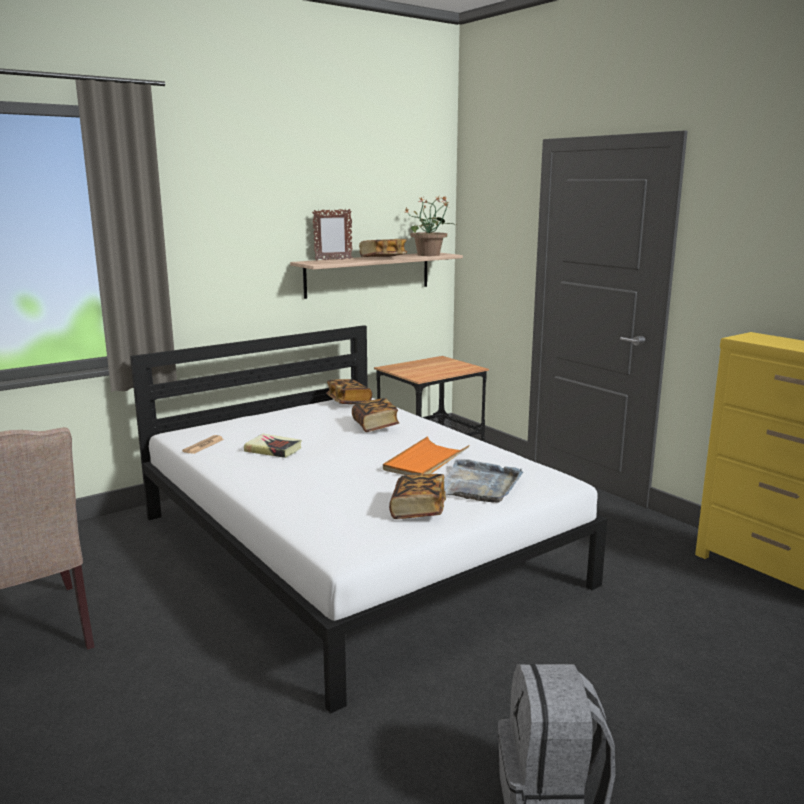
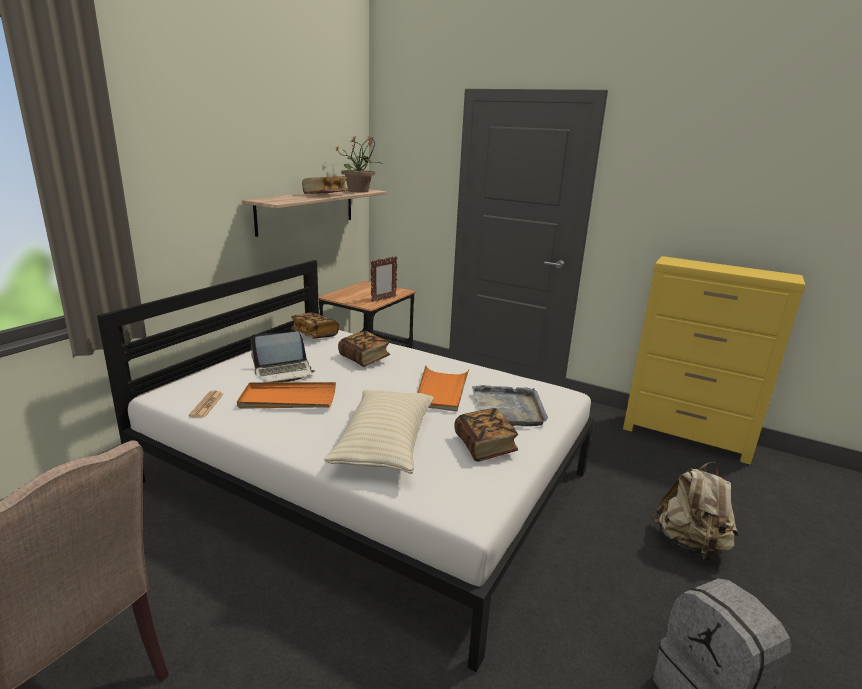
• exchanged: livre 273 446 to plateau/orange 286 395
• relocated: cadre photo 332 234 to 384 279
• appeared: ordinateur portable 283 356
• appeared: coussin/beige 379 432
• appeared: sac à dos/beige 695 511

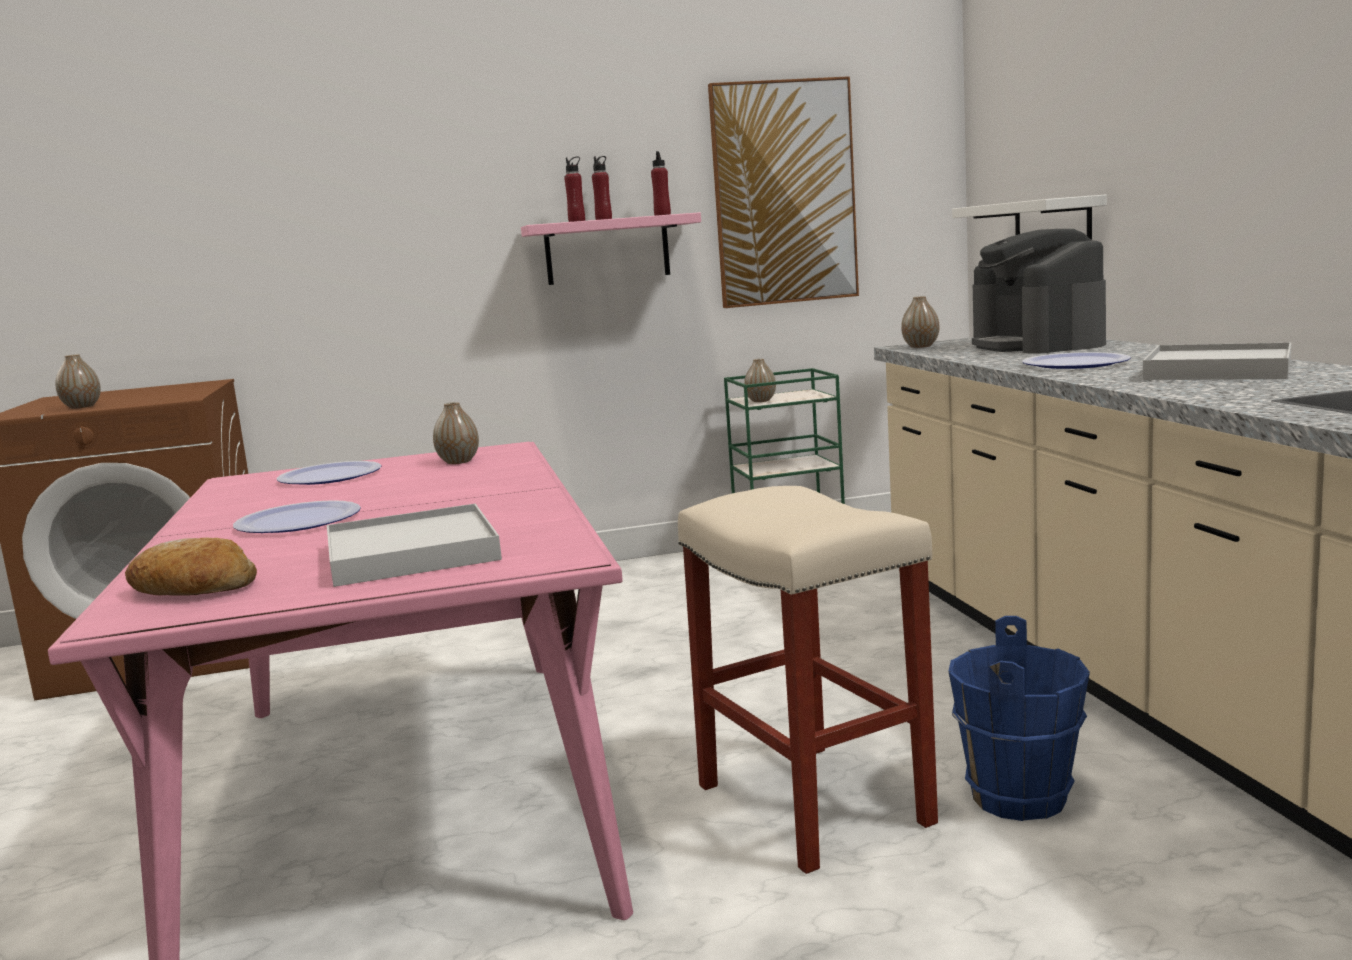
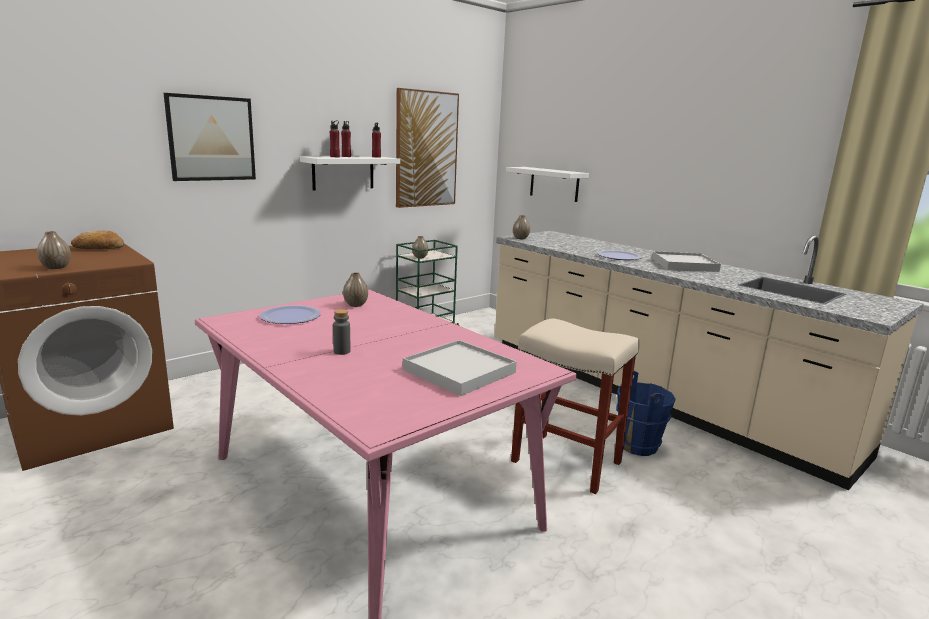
• relocated: pain 191 566 to 97 239
• exchanged: assiette 297 516 to bouteille/gris 341 332
• colour: étagère/rose 611 248 to étagère/blanc 350 173
• missing: machine à café 1039 291
• appeared: tableau 210 137

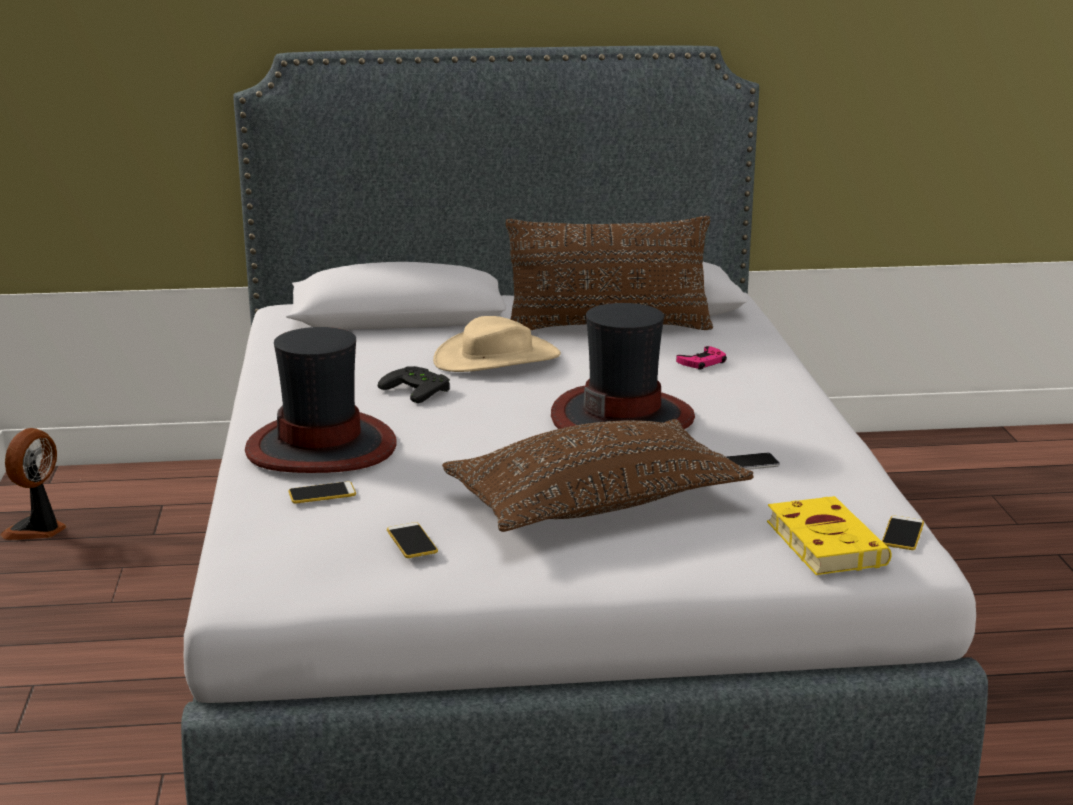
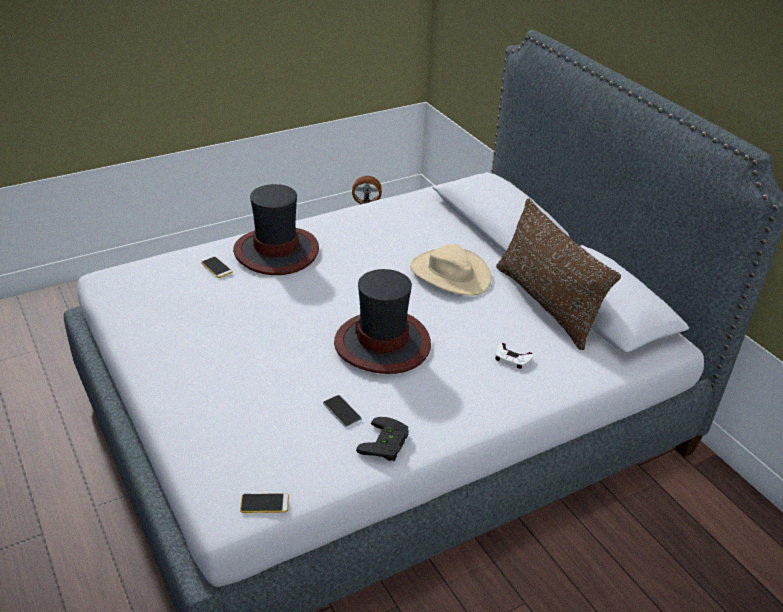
• relocated: manette/noir 414 384 to 382 439
• missing: téléphone 412 540
• missing: coussin/marron 598 475
• colour: manette/rose 701 357 to manette/blanc 514 356
• missing: livre/jaune 829 535

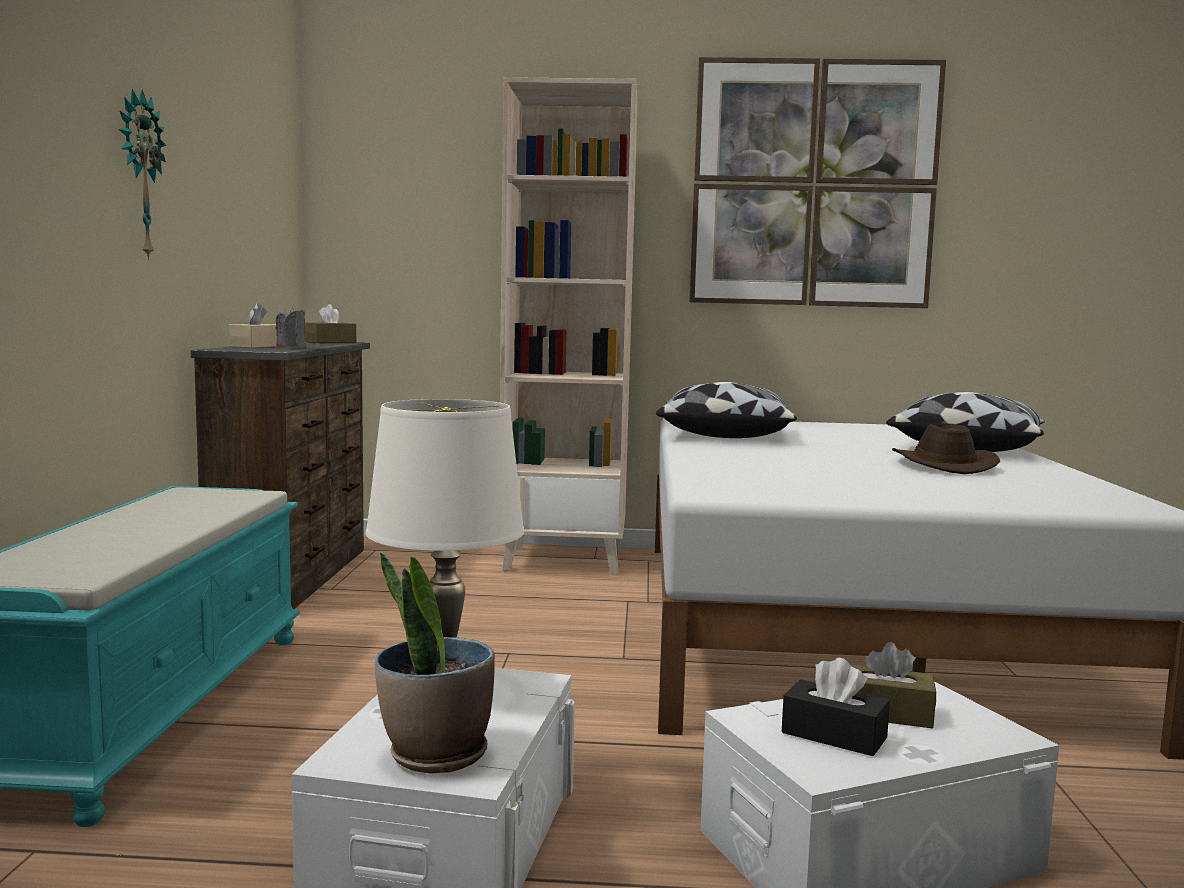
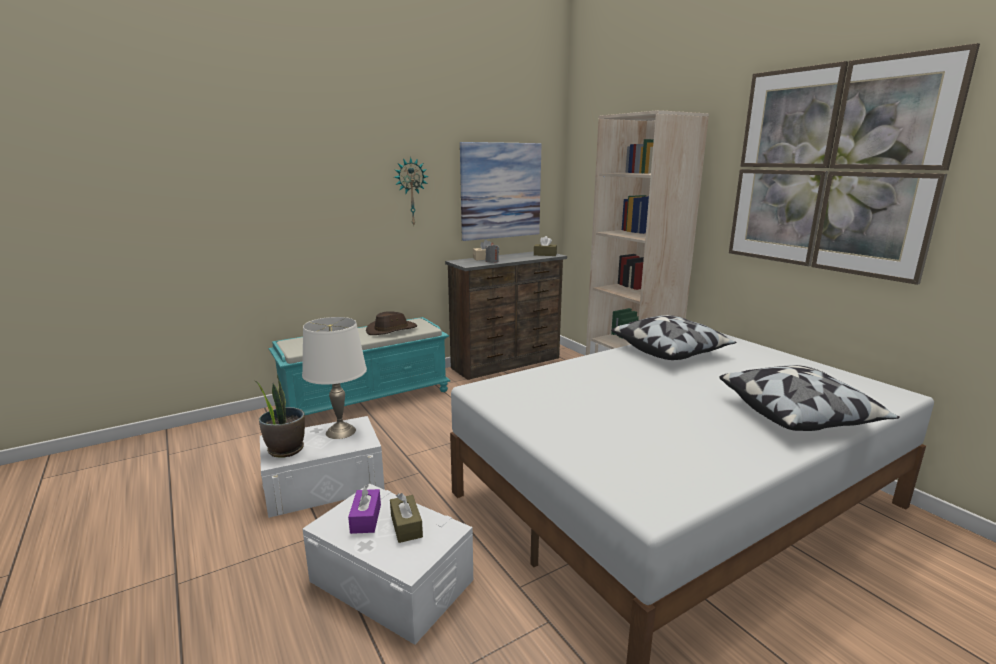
• colour: boîte à mouchoirs/noir 836 707 to boîte à mouchoirs/violet 364 509
• relocated: chapeau/marron 946 449 to 391 323
• appeared: tableau 500 191

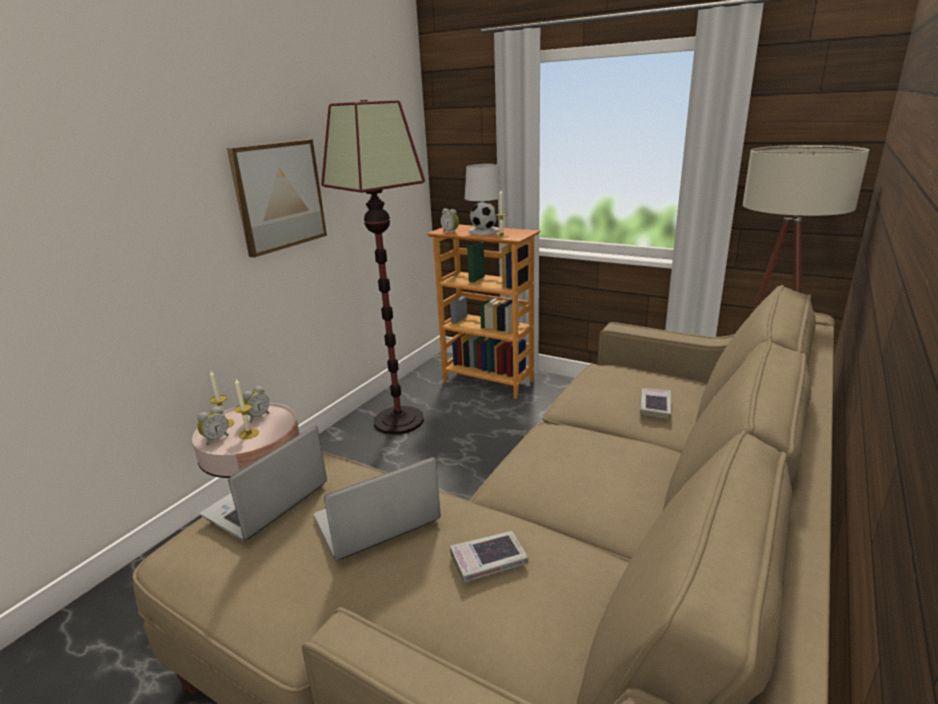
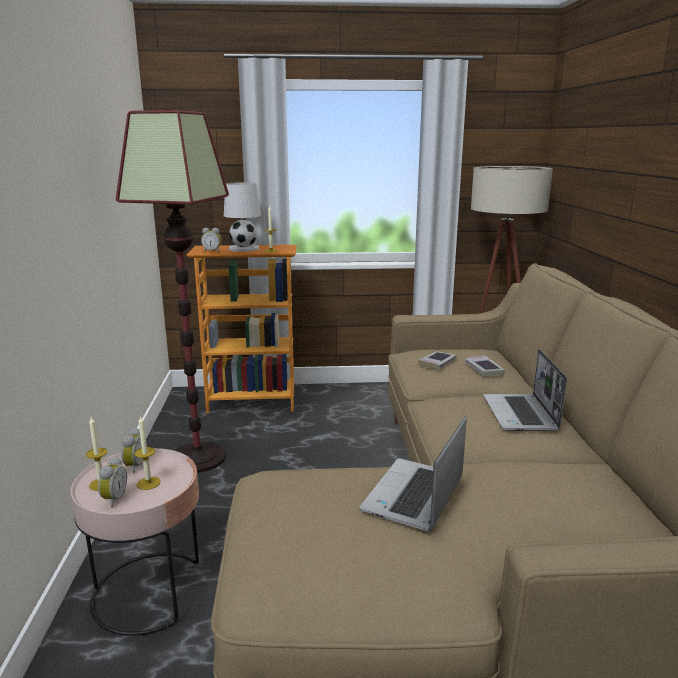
• relocated: ordinateur portable 263 483 to 525 390
• missing: tableau 277 198
• relocated: livre 489 556 to 437 360

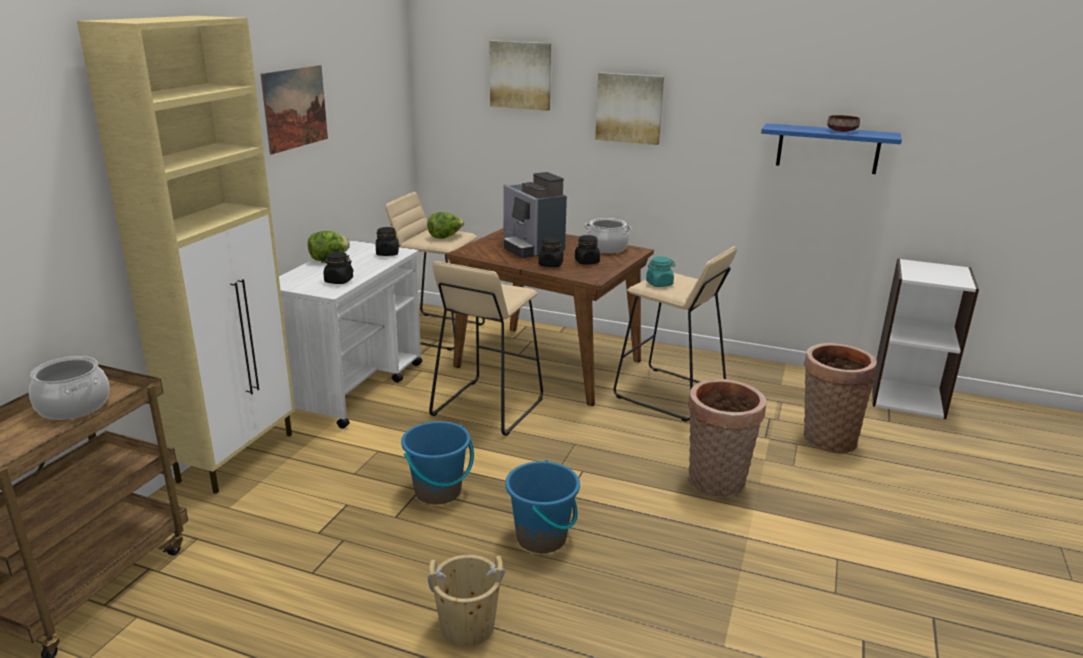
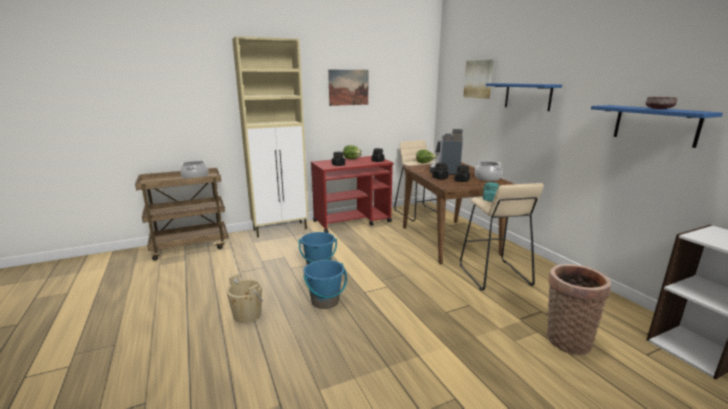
• colour: chariot/blanc 351 335 to chariot/rouge 352 194
• missing: tabouret/beige 486 348
• exchanged: tableau 629 108 to étagère/bleu 524 97
• missing: panier 727 438

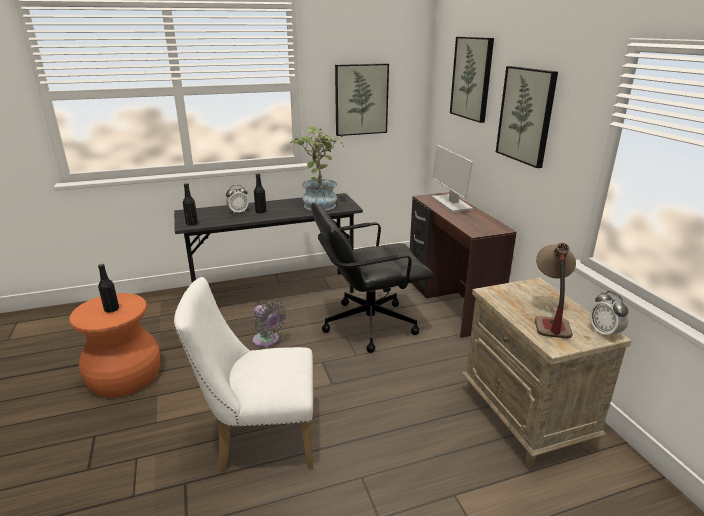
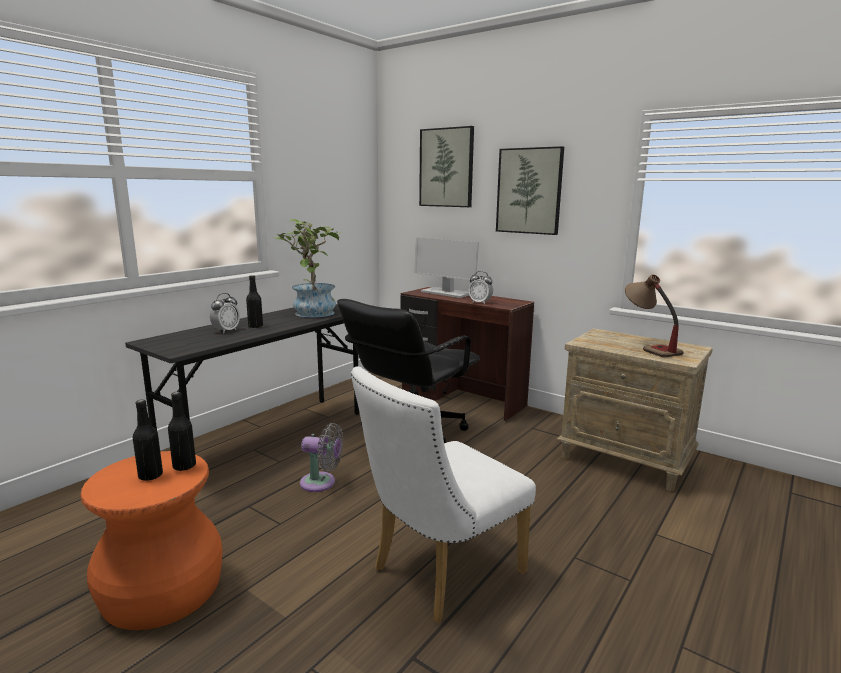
• relocated: bouteille/noir 190 204 to 182 431
• missing: tableau 362 99
• relocated: réveil 609 315 to 481 287

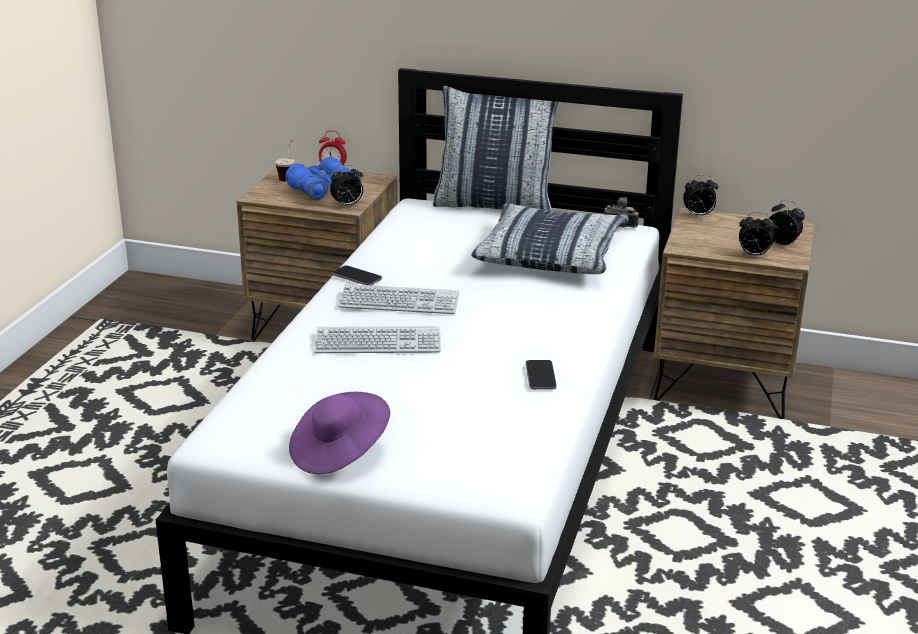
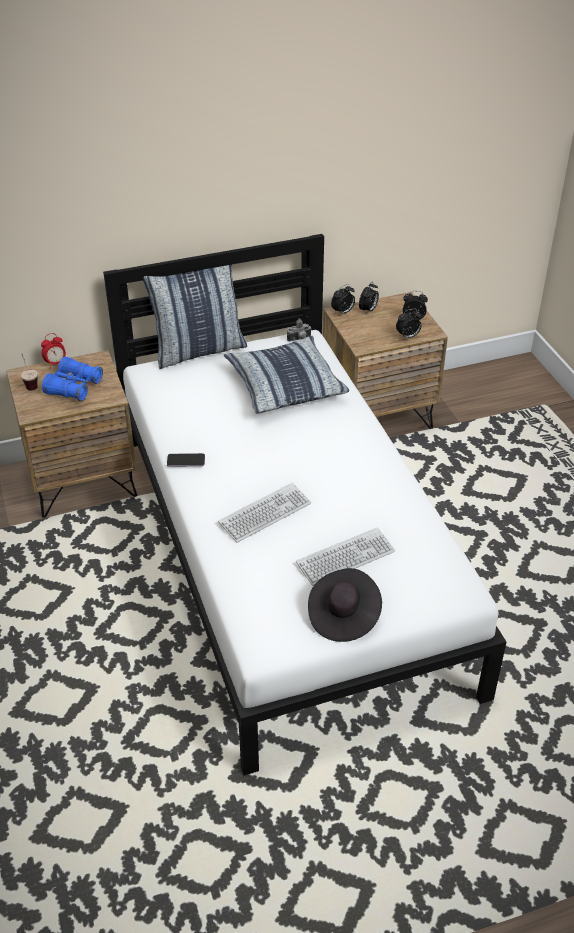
• colour: chapeau/violet 339 433 to chapeau/noir 345 605
• relocated: réveil 346 186 to 369 297
• relocated: clavier 399 299 to 345 556
• missing: téléphone 541 375

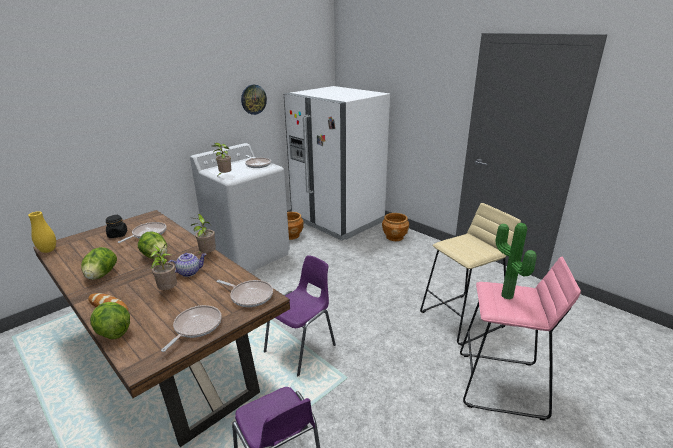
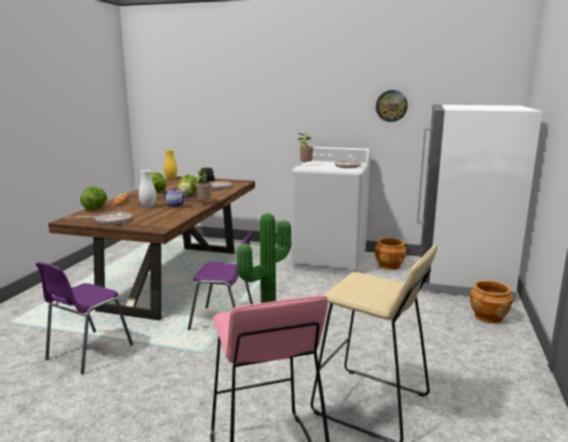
• exchanged: plante en pot 163 267 to vase/blanc 147 189
• missing: poêle 245 293

